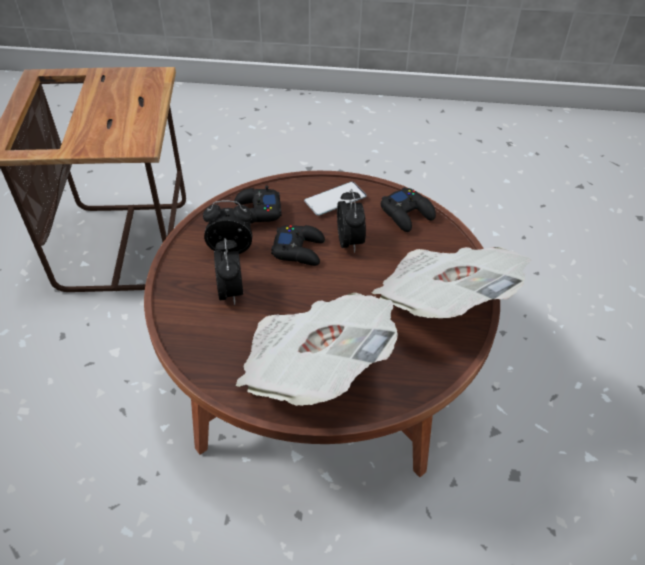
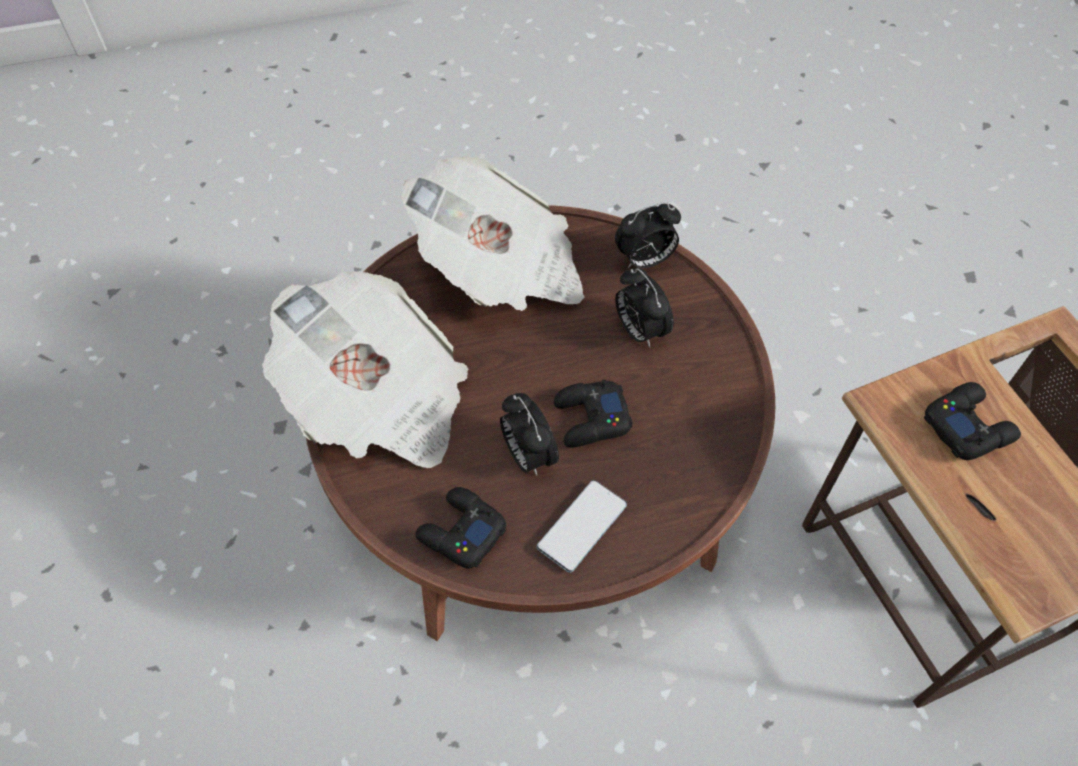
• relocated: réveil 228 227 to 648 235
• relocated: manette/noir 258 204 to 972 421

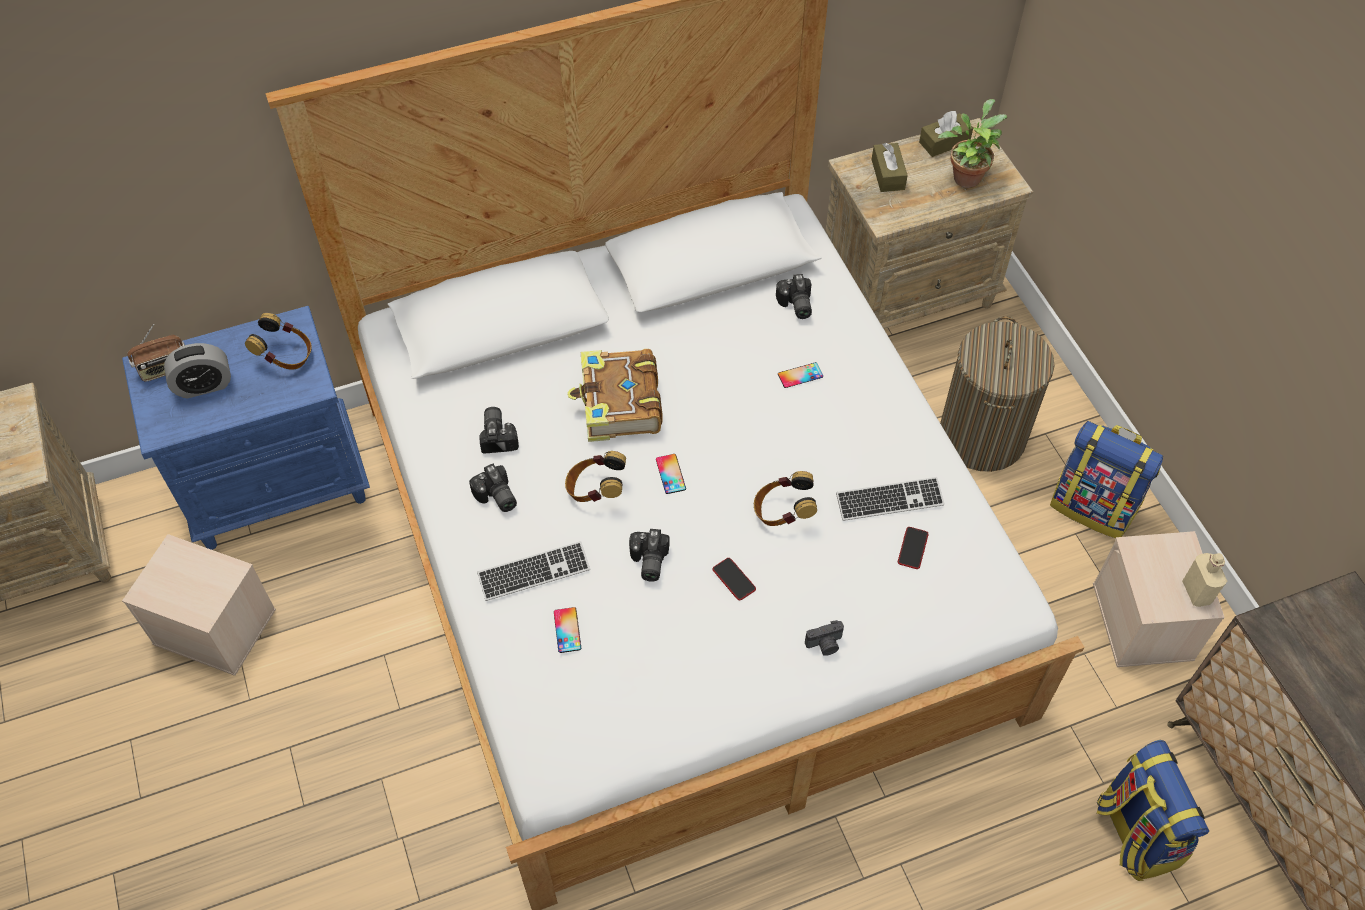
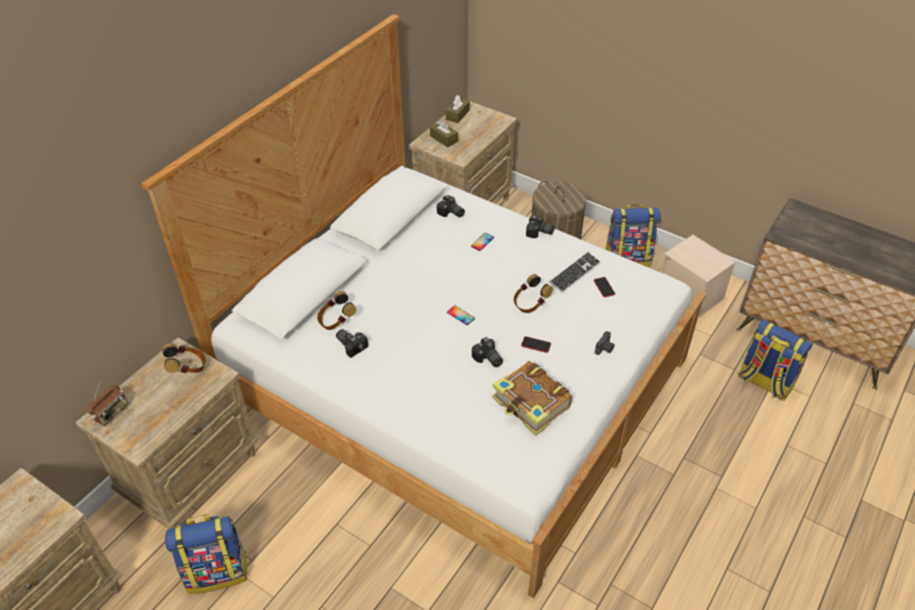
• colour: table de chevet/bleu 246 428 to table de chevet/beige 168 433
• exchanged: boîte de rangement/beige 199 605 to sac à dos 206 554
• missing: réveil 197 371
• relocated: appareil photo 493 487 to 540 226
• missing: clavier 533 571
• missing: téléphone 567 630
• relocated: casque audio 595 476 to 336 310
• relocated: livre 615 395 to 532 398
• missing: plante en pot 972 143
• missing: bouteille/beige 1204 580

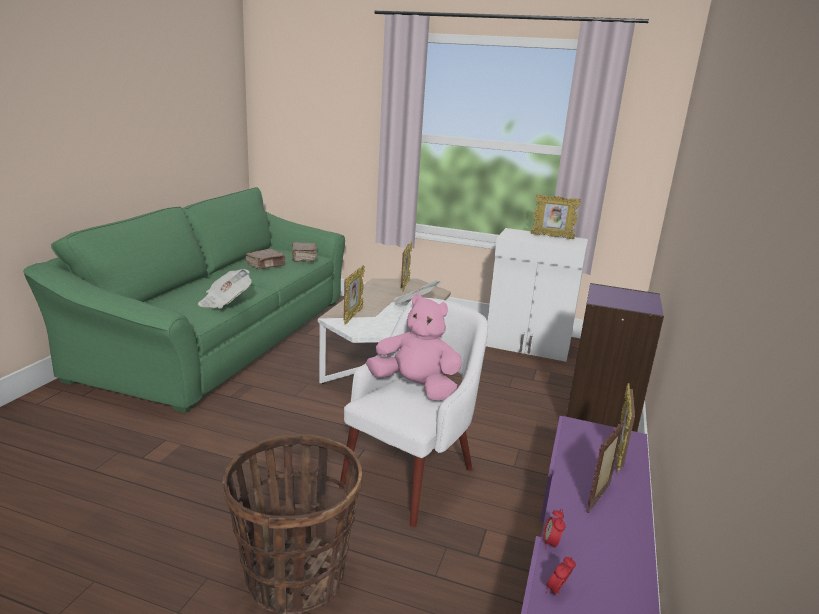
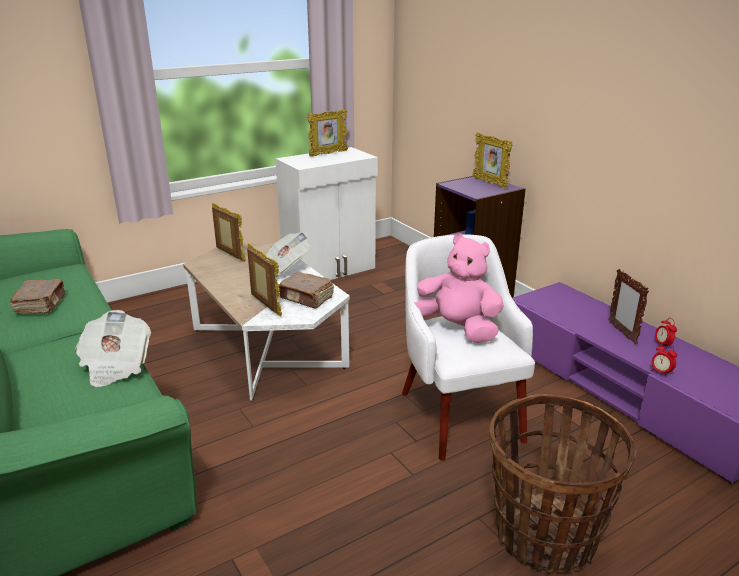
• relocated: livre/marron 304 252 to 306 290
• spun: peluche/rose 414 347 = 459 288 60 degrees clockwise
• relocated: réveil 561 576 to 665 332
• relocated: cadre photo 626 428 to 492 161

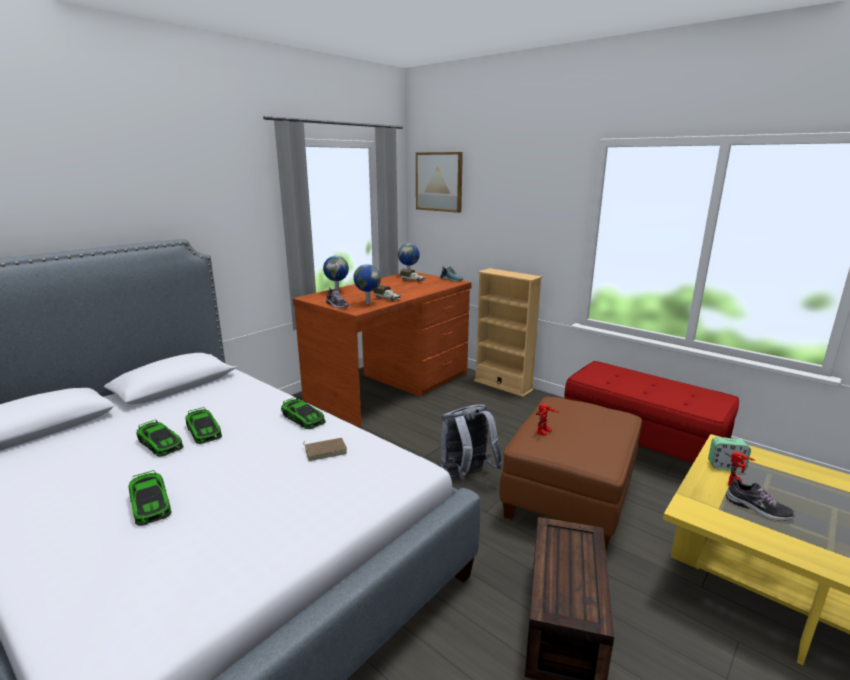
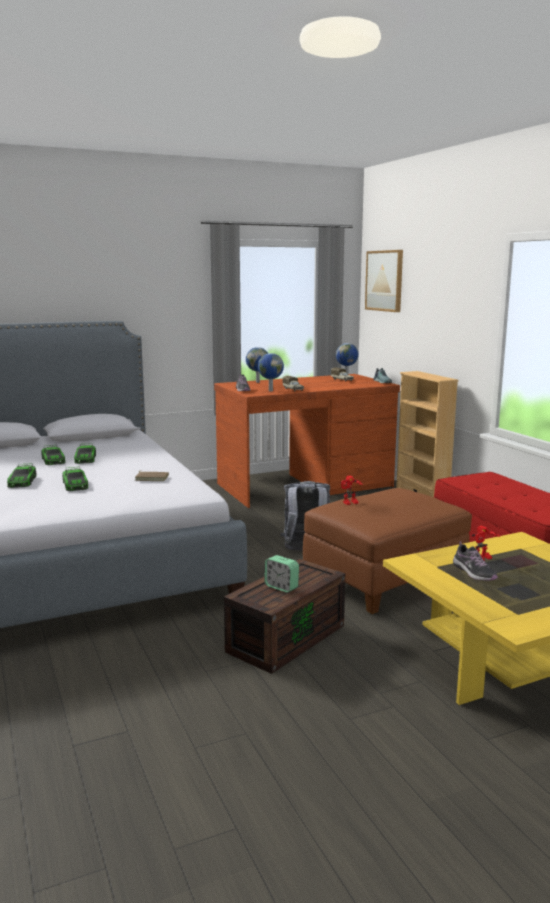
• relocated: petite voiture 303 413 to 75 479
• relocated: réveil 729 454 to 281 574

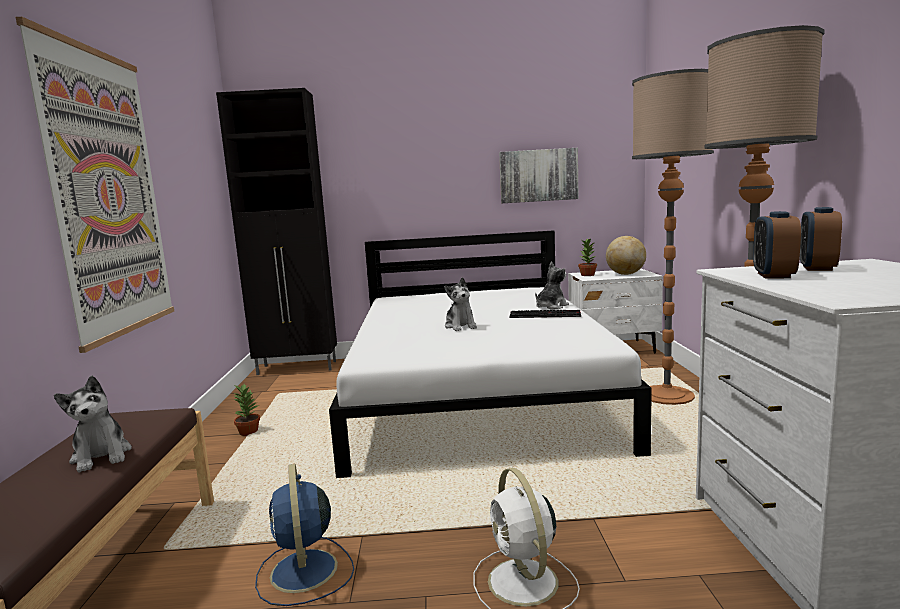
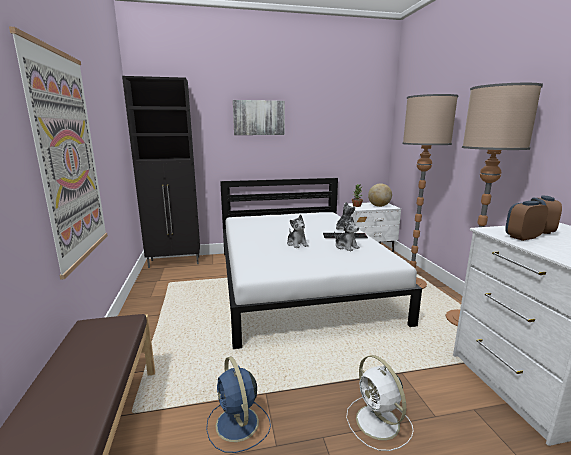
• relocated: peluche 93 424 to 347 233
• missing: plante en pot 246 410
• relocated: tableau 539 175 to 259 117
• spun: réveil 777 245 = 526 221 60 degrees clockwise

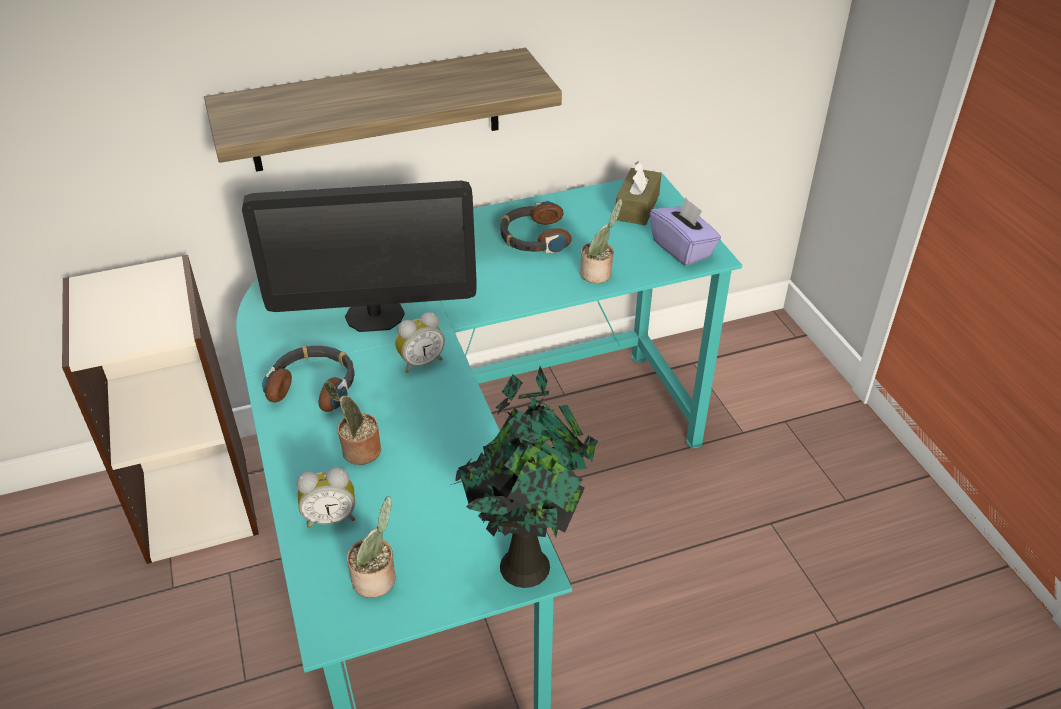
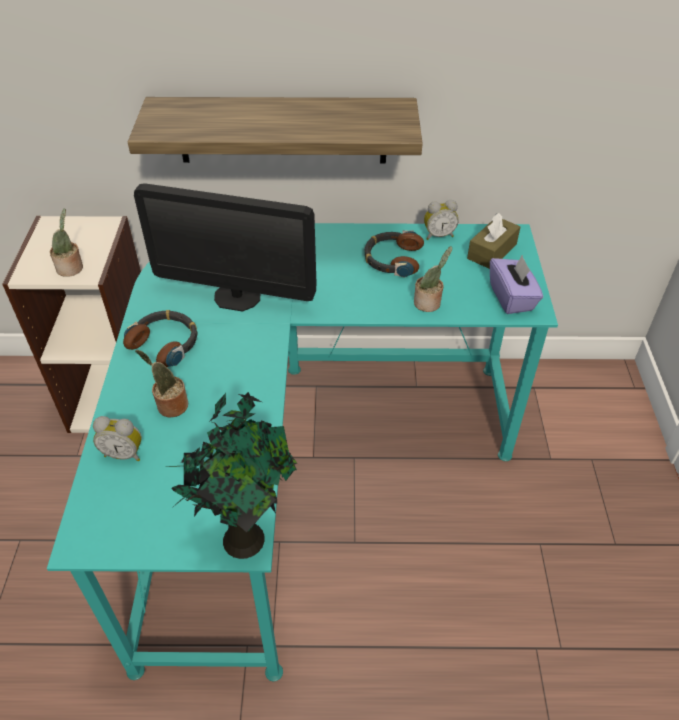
• relocated: plante en pot 371 547 to 66 243
• relocated: réveil 420 342 to 441 220

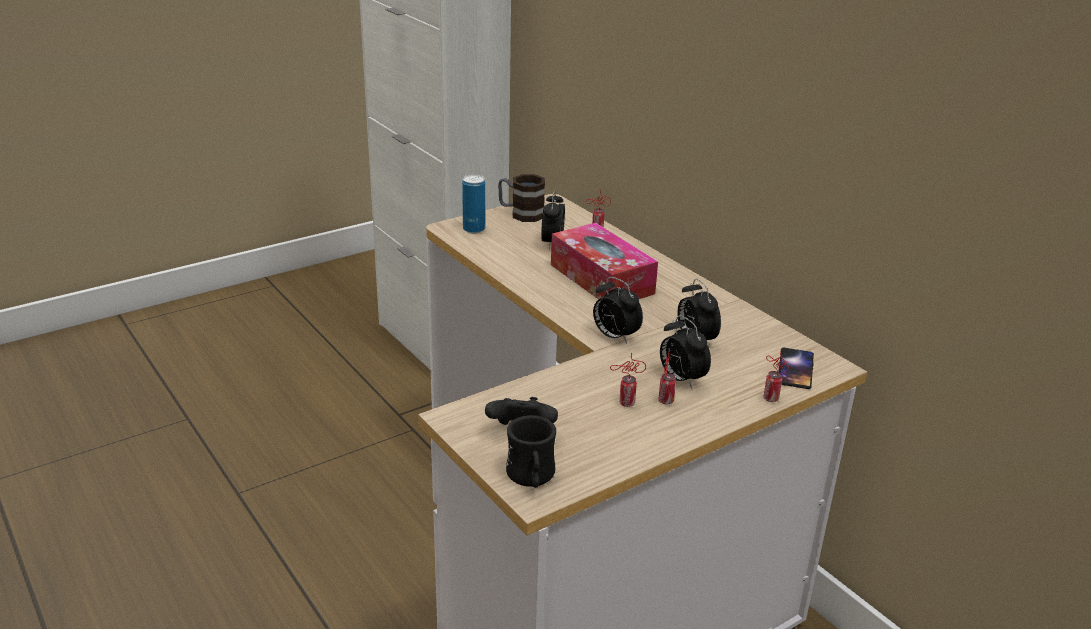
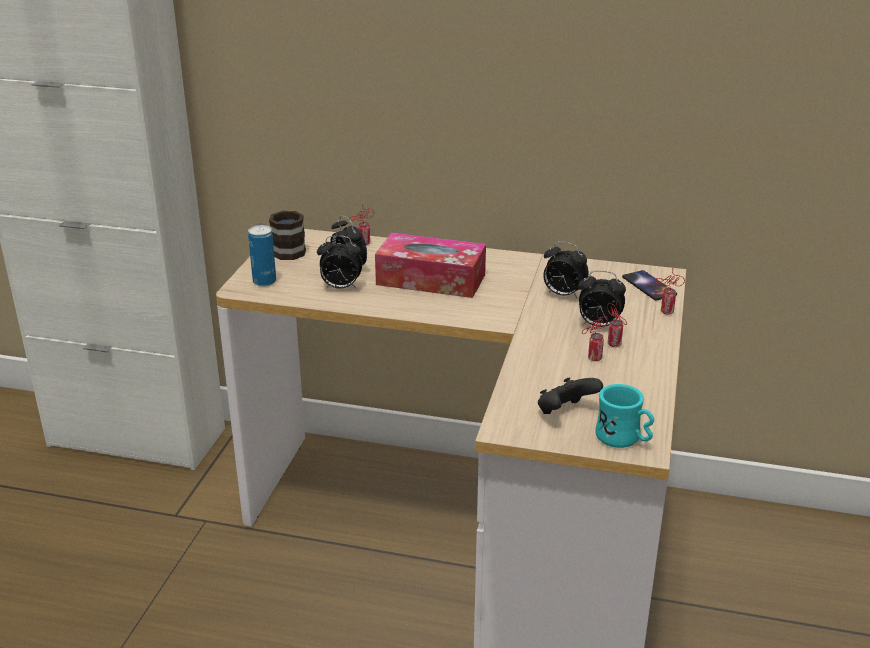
• colour: mug/noir 531 451 to mug/turquoise 624 416
• relocated: réveil 618 310 to 339 262

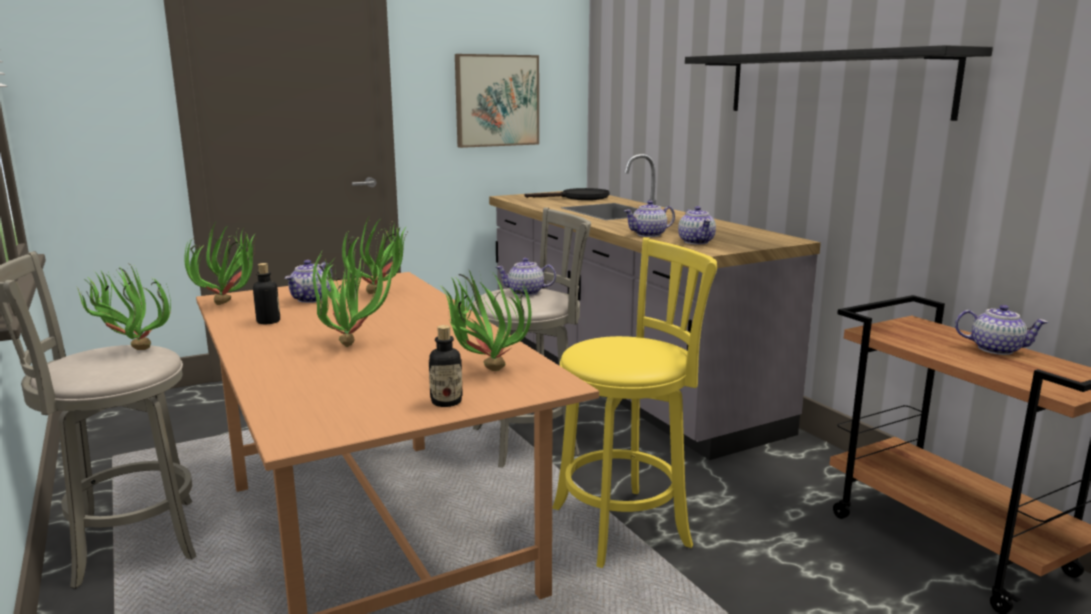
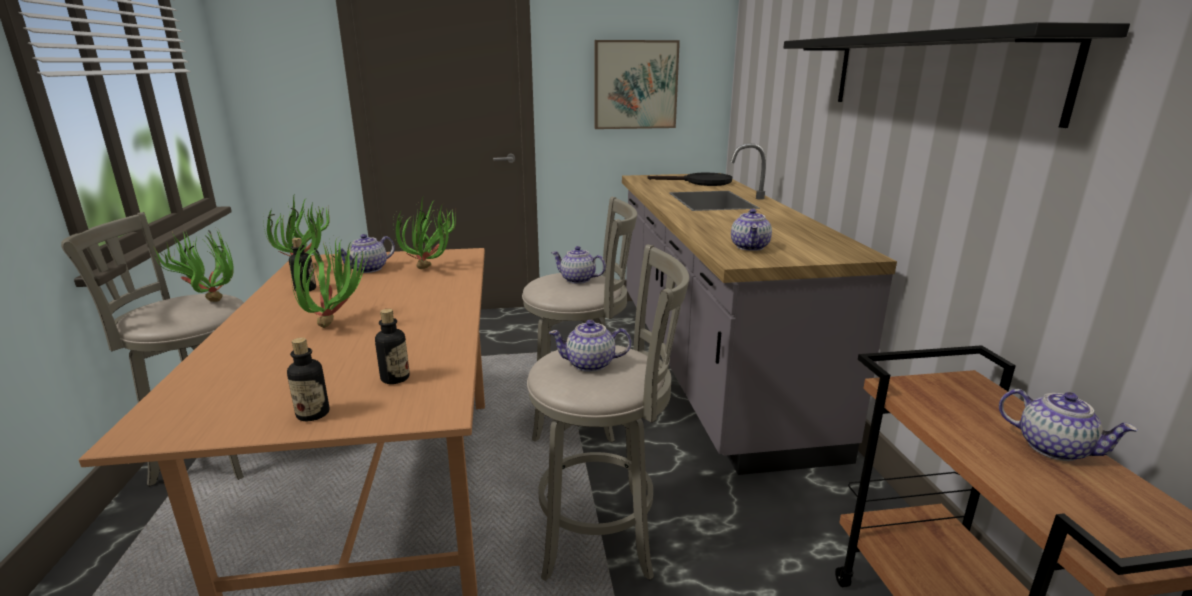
• exchanged: plante en pot 485 320 to bouteille 392 346
• colour: tabouret/jaune 634 402 to tabouret/gris 608 412
• relocated: théière 649 219 to 590 346

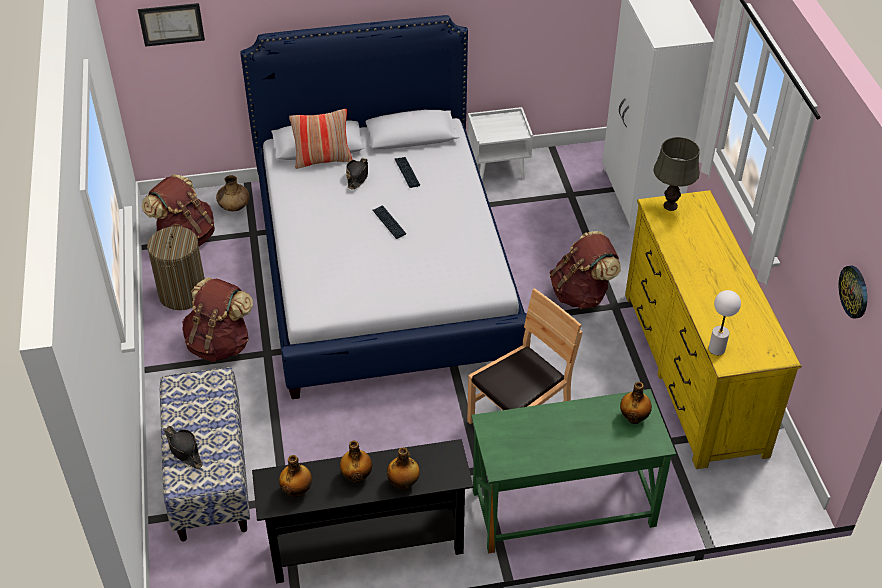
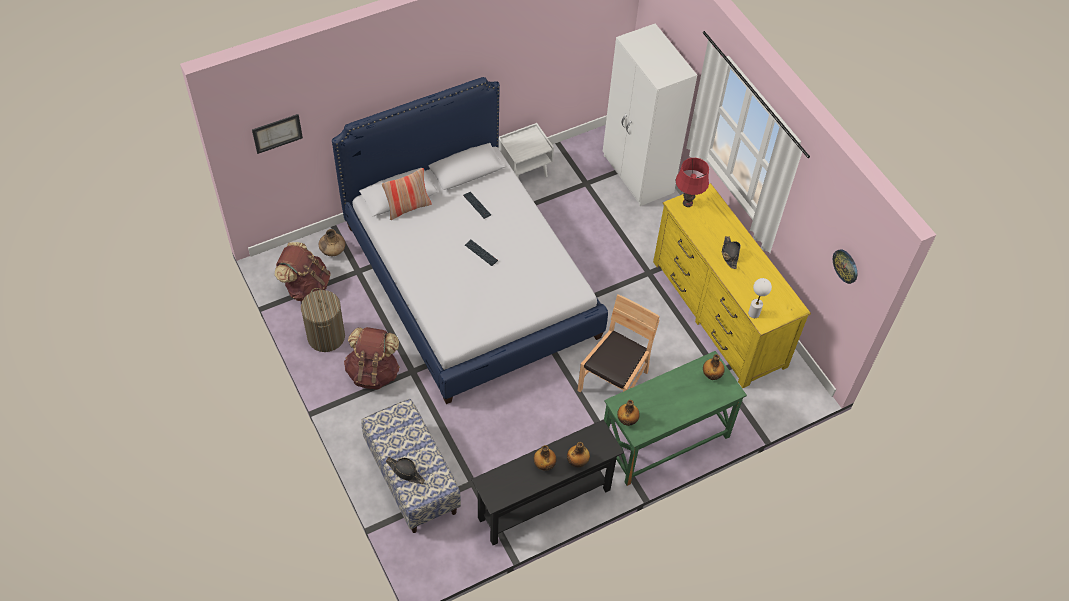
• relocated: bouteille 295 476 to 628 413
• relocated: chapeau/noir 357 173 to 731 252
• missing: sac à dos/marron 585 270
• colour: lampe de table/gris 676 174 to lampe de table/rouge 692 182

